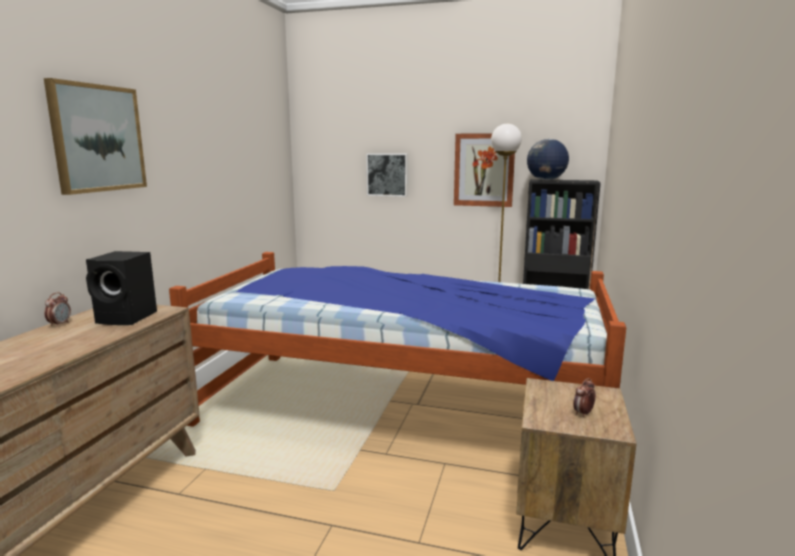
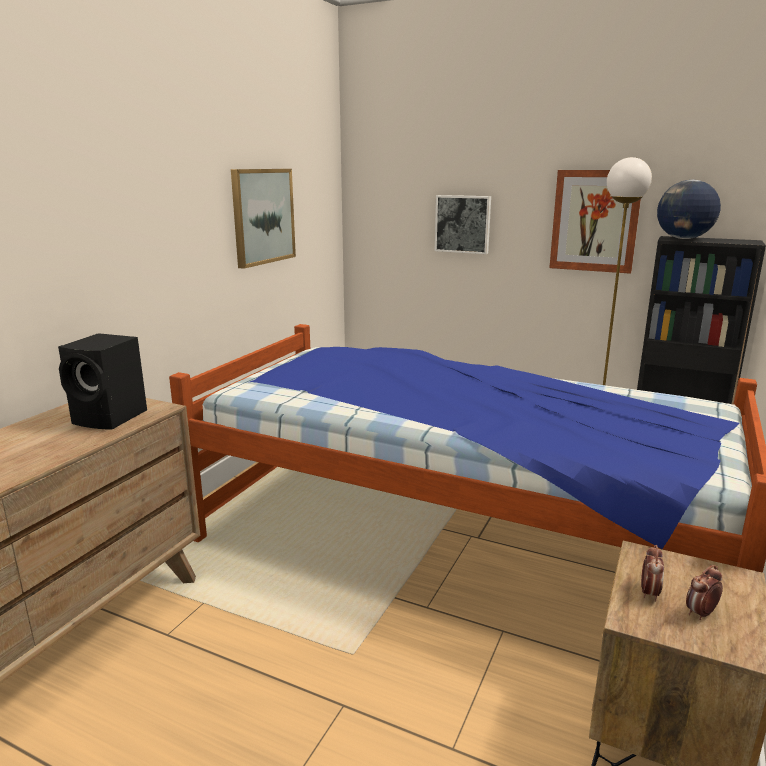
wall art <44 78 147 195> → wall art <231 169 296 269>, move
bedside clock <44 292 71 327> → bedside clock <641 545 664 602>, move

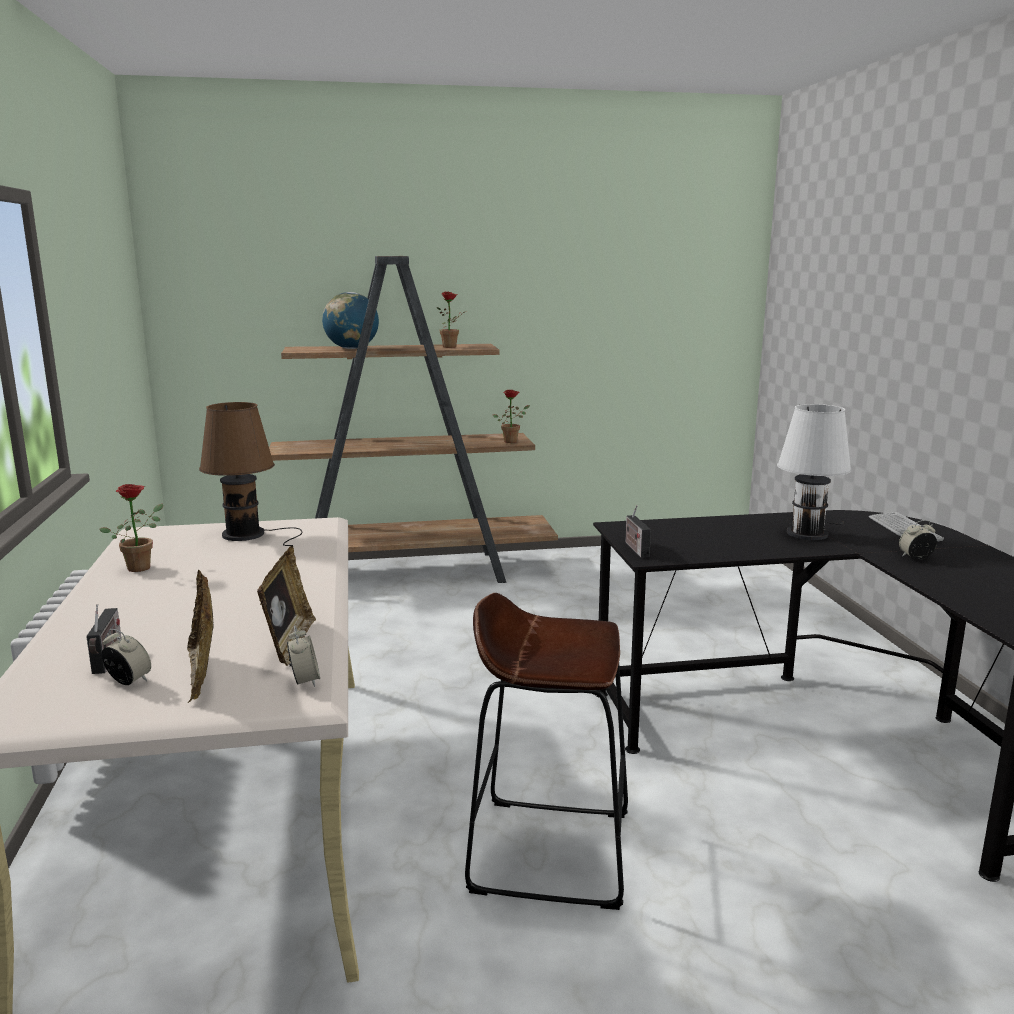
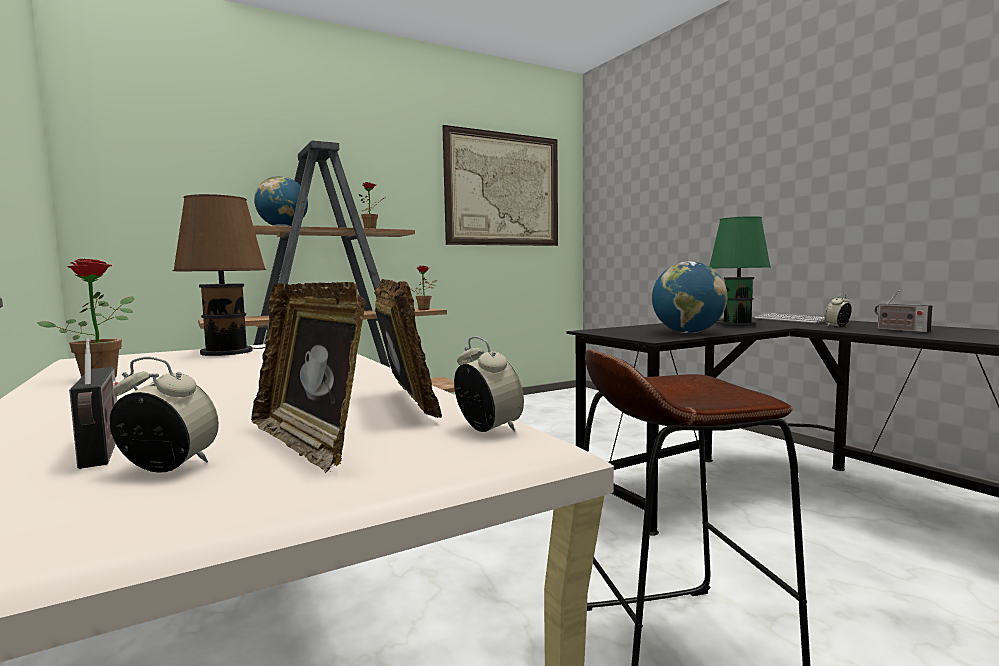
- → wall art <442 125 558 246>
- → desk globe <652 261 727 333>
radio receiver <625 505 651 558> → radio receiver <875 290 932 333>, move
lamp for a table (whitish) <777 404 852 540> → lamp for a table (green-coloured) <709 216 770 326>

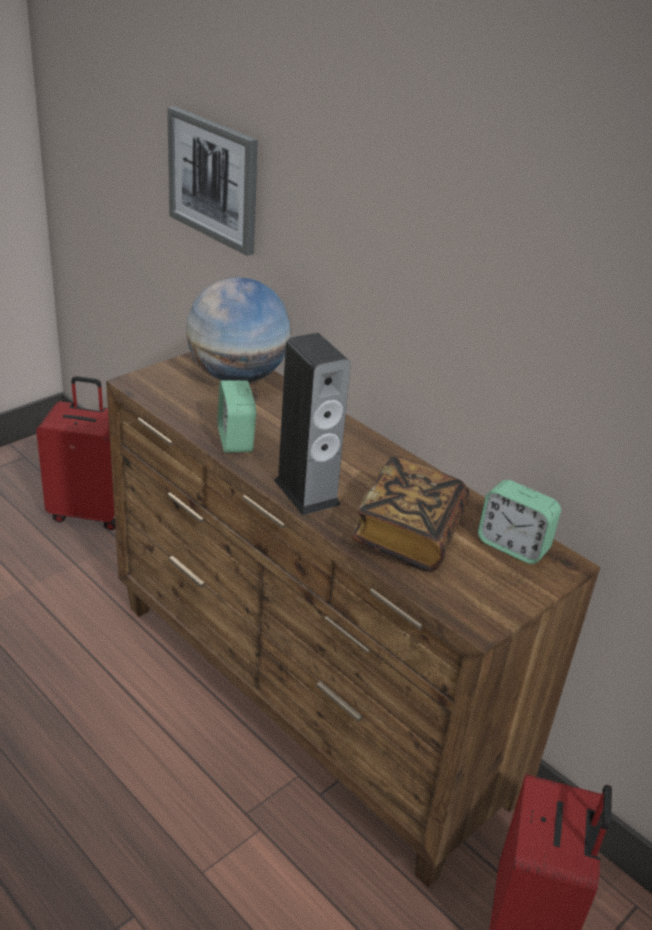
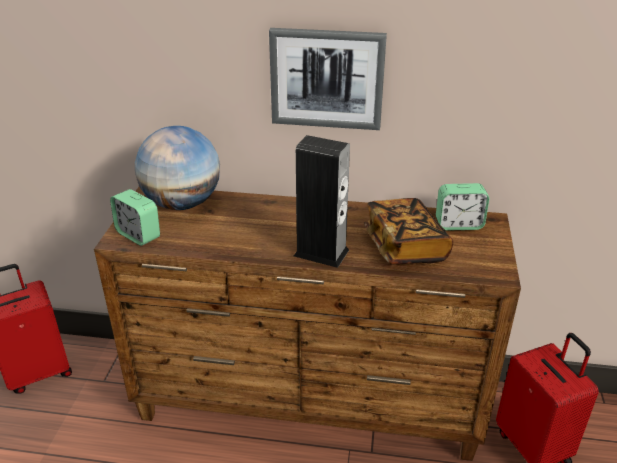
wall art <167 106 258 256> → wall art <269 28 387 130>, move
bedside clock <217 380 256 453> → bedside clock <110 189 160 246>, move

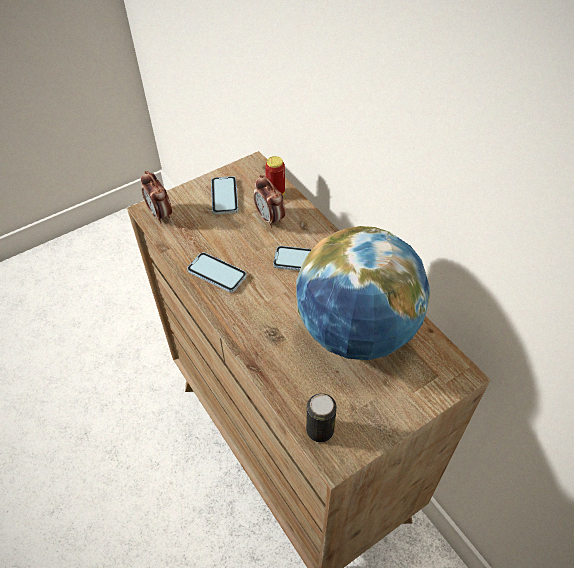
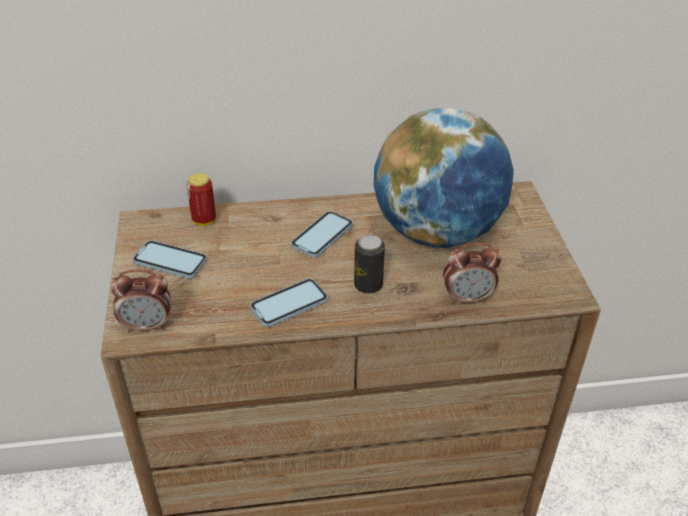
bedside clock <253 175 285 228> → bedside clock <443 243 501 304>, move
can <306 393 337 442> → can <354 234 385 294>, move

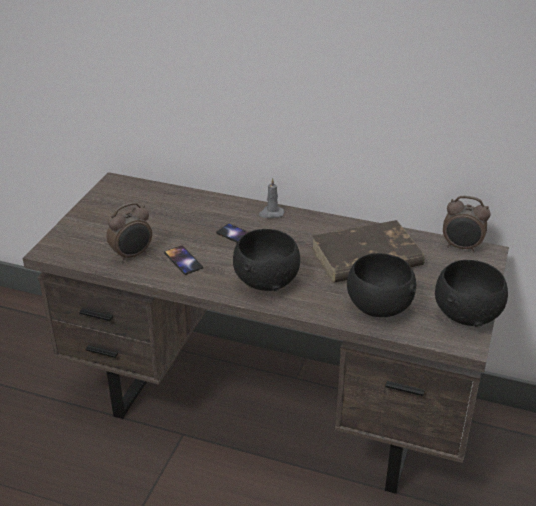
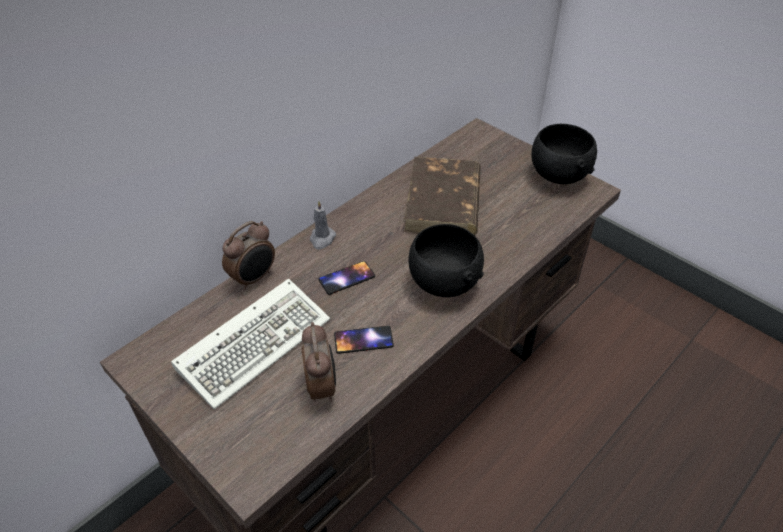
bowl (black-coloured) <347 253 416 317> → -
- → computer keyboard <171 278 330 409>
bedside clock <443 196 490 253> → bedside clock <222 221 275 290>, move

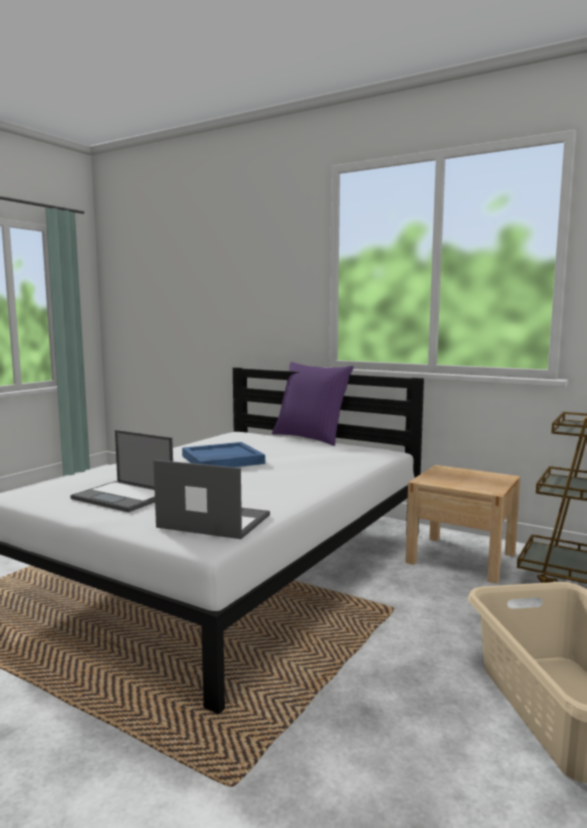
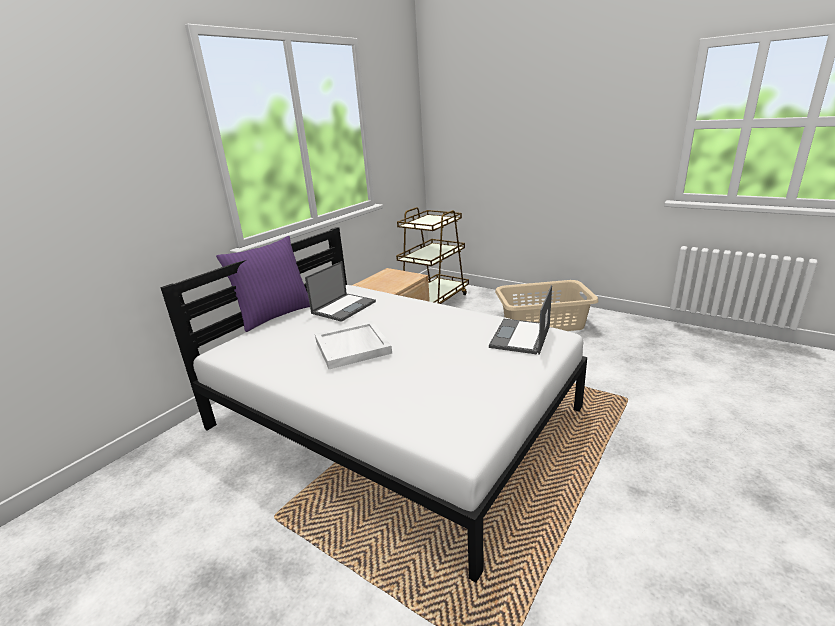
laptop <70 430 173 512> → laptop <305 261 376 322>, move
tray (bluish) <182 442 265 467> → tray (whitish) <315 321 392 369>

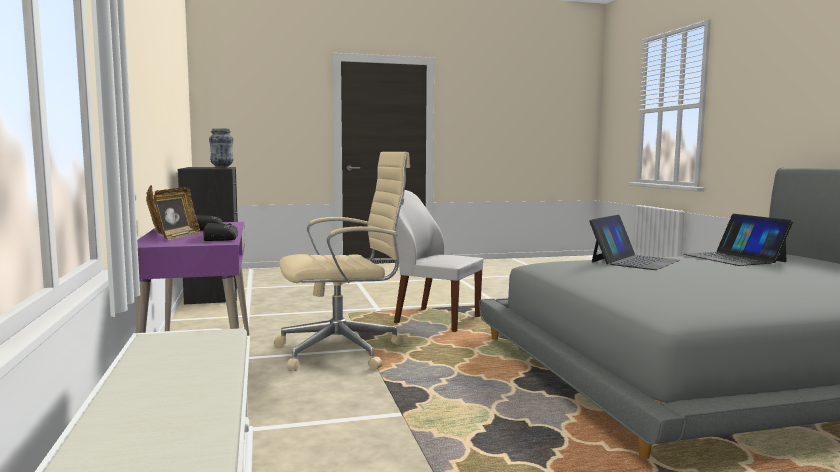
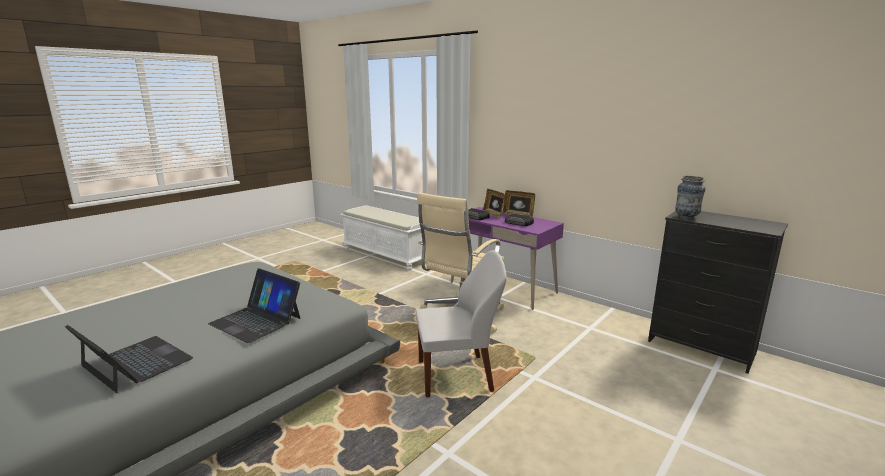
laptop <589 215 680 270> → laptop <208 268 300 343>, 60 degrees counterclockwise

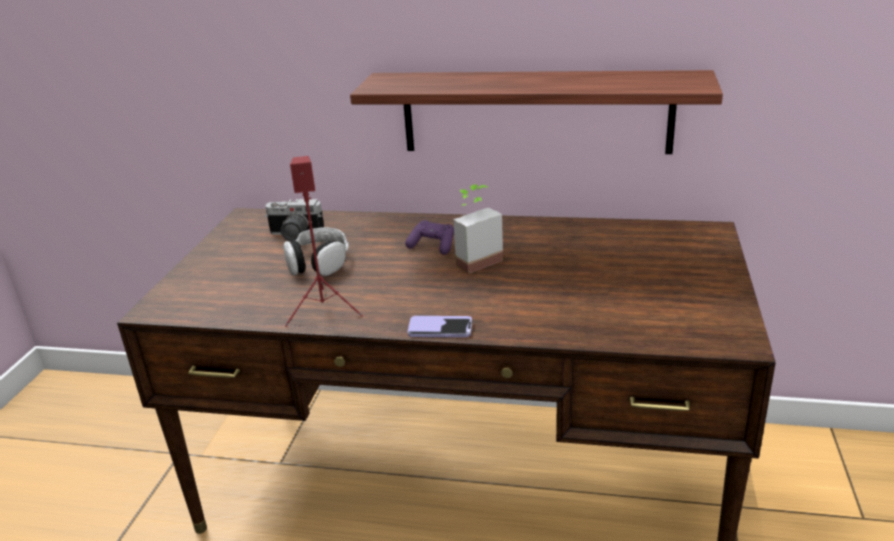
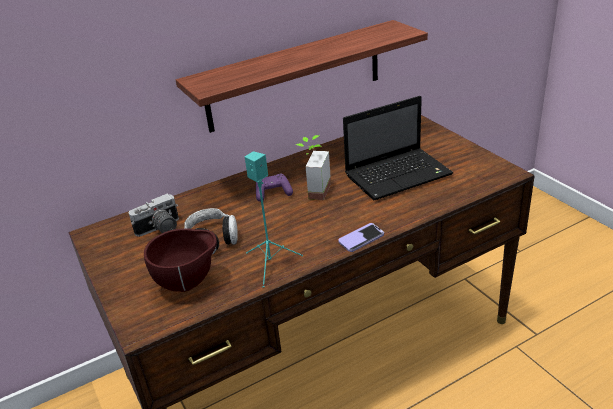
- → bowl (brown) <144 228 217 292>
- → laptop <343 96 453 200>
audio speaker (red-coloured) <285 156 363 327> → audio speaker (turquoise-coloured) <245 151 303 288>

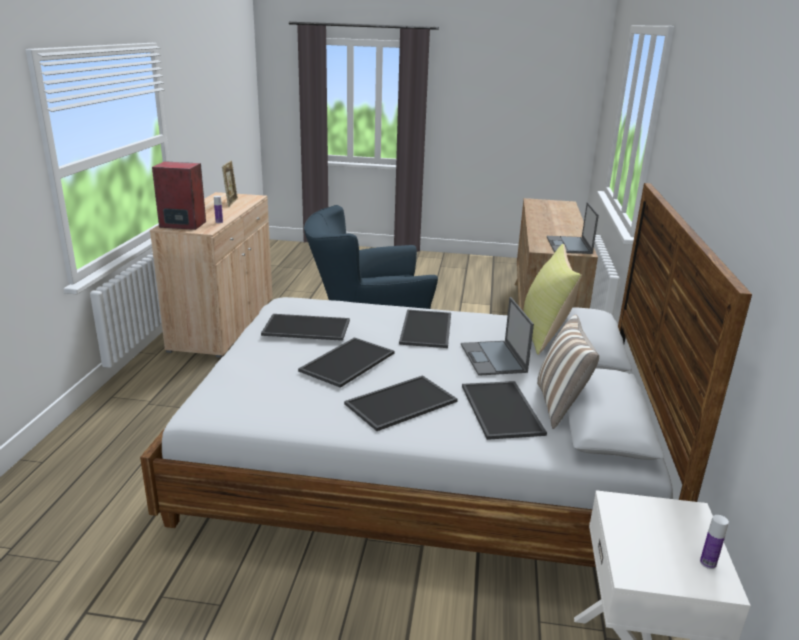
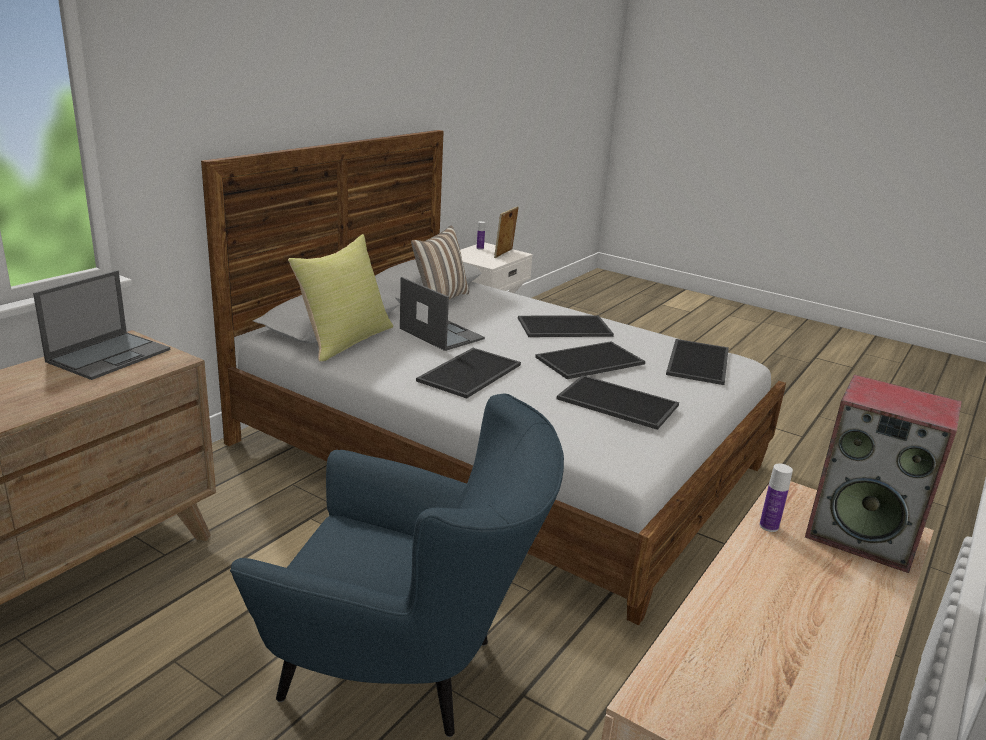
photo frame <222 161 238 207> → photo frame <494 206 519 258>, move
tray <462 381 547 440> → tray <666 339 729 385>, move
laptop <461 297 534 376> → laptop <400 277 485 351>, 60 degrees counterclockwise

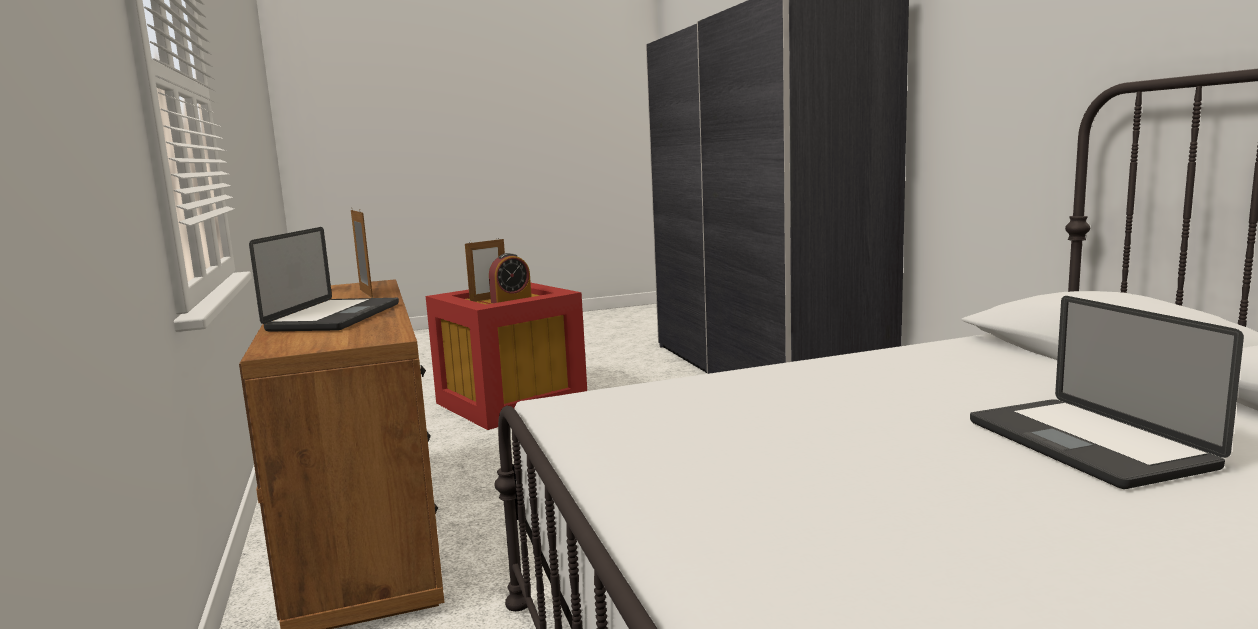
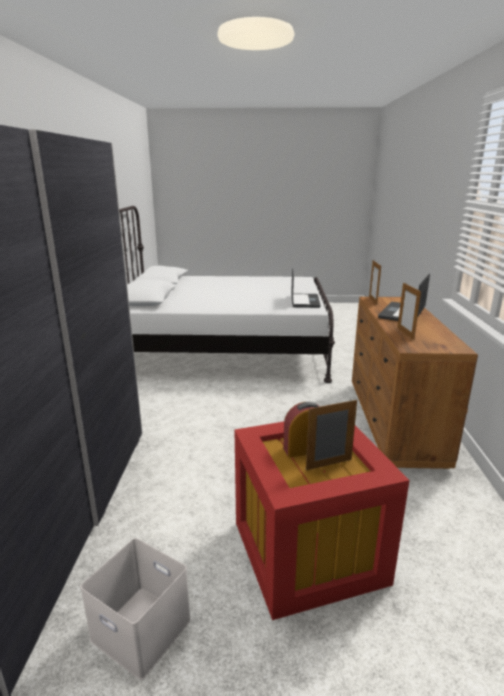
- → storage bin (whitish) <80 538 191 680>
- → photo frame <369 260 381 305>
laptop <970 296 1244 489> → laptop <291 269 321 308>, move

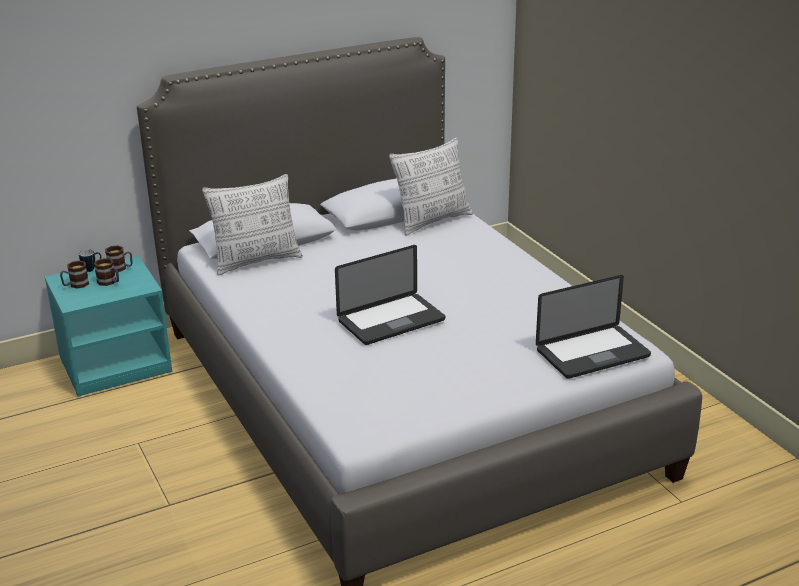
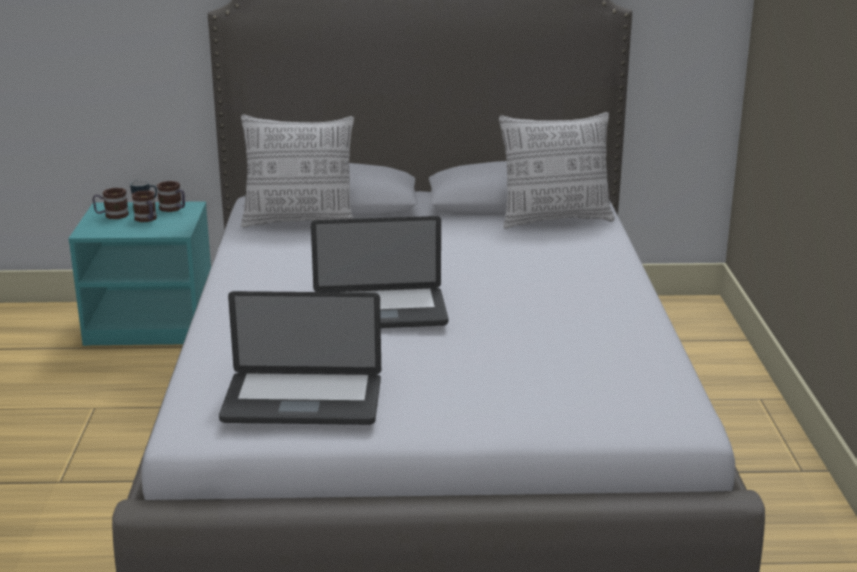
laptop <536 275 651 379> → laptop <219 291 381 425>, move

